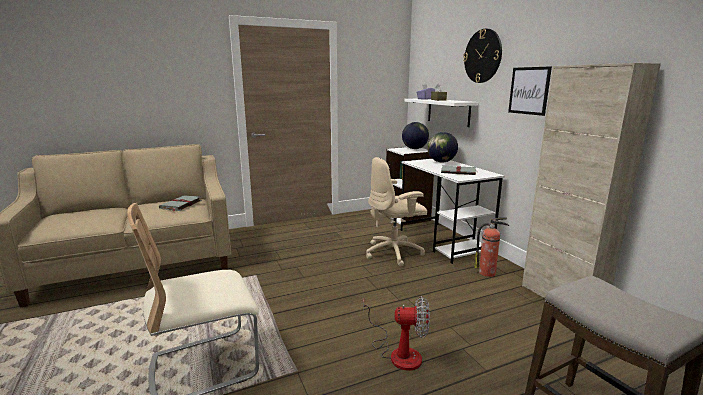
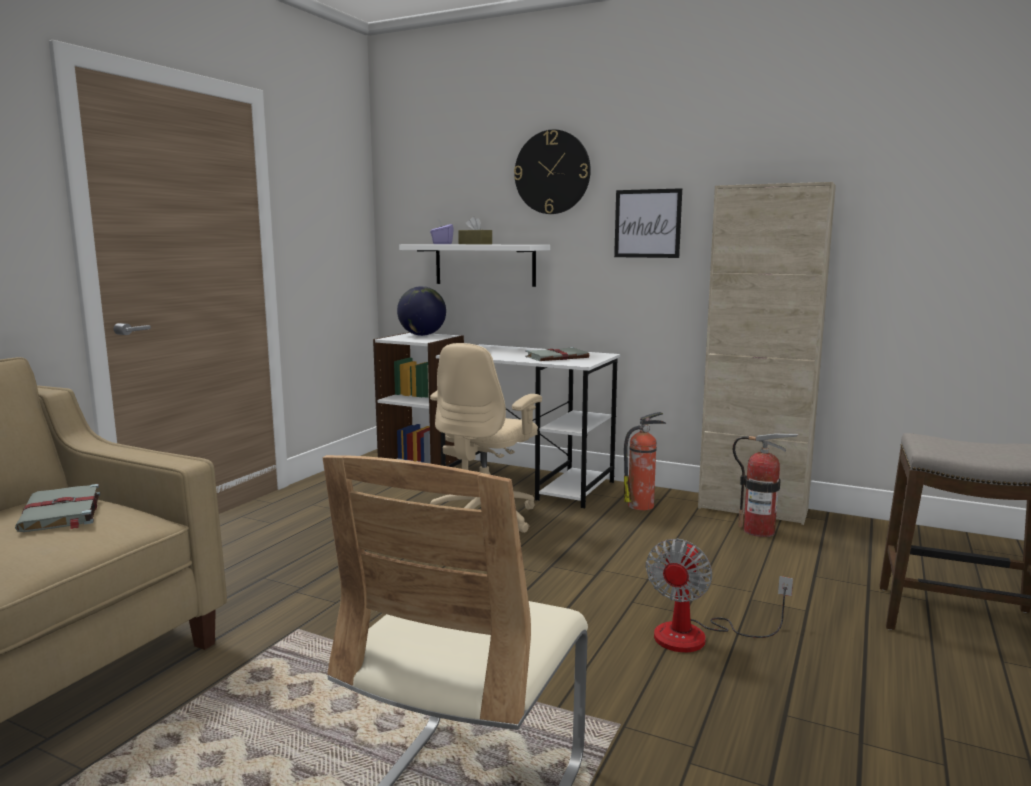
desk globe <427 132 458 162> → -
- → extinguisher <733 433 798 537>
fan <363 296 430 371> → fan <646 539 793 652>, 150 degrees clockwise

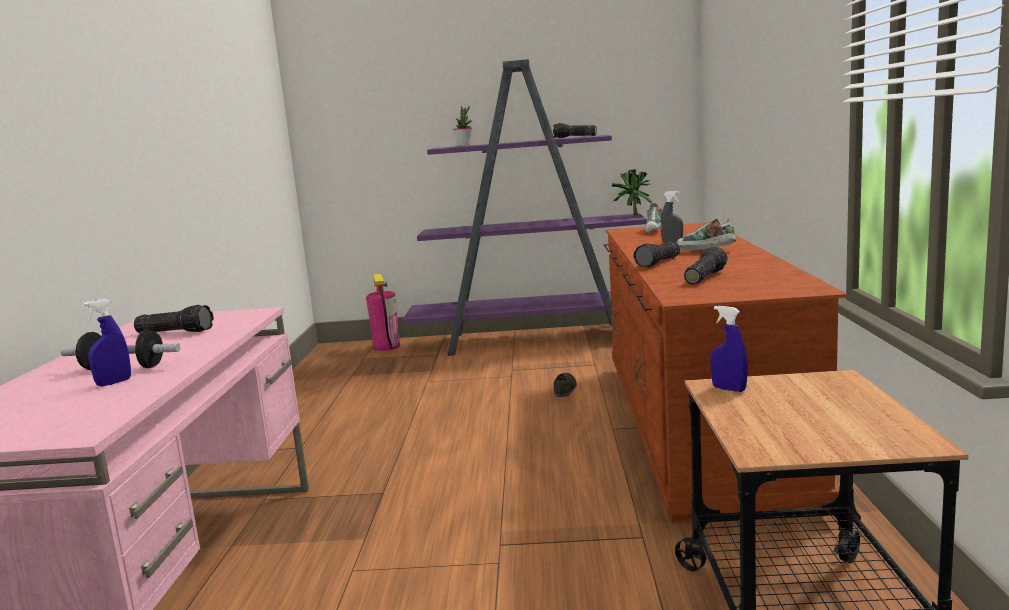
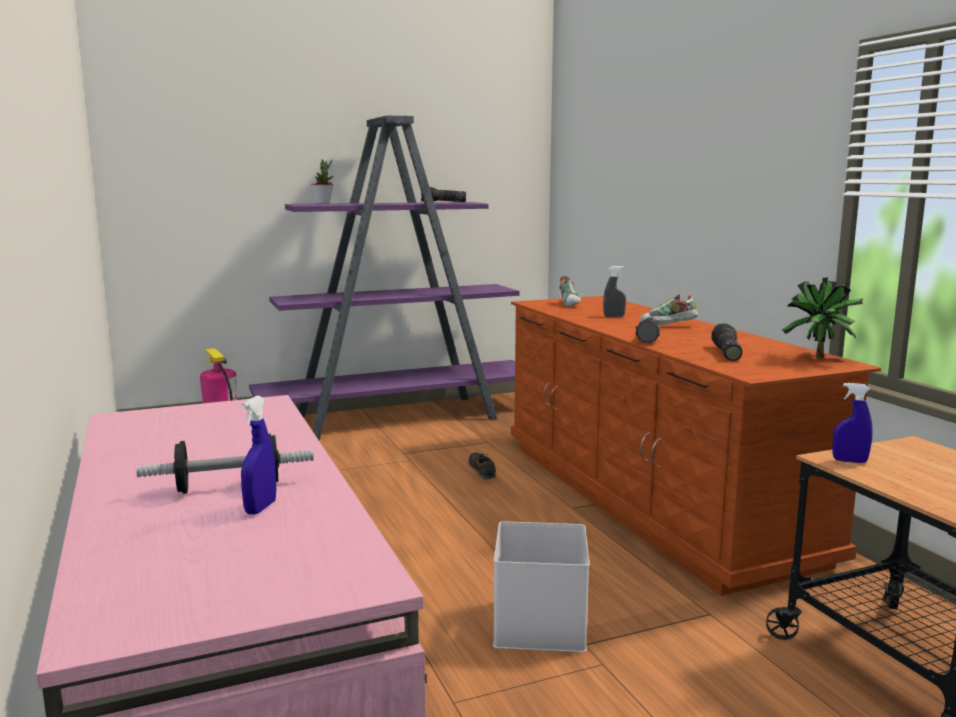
flashlight <134 305 214 333> → -
- → storage bin (whitish) <493 521 589 652>
houseplant <611 170 653 216> → houseplant <781 278 863 358>, move

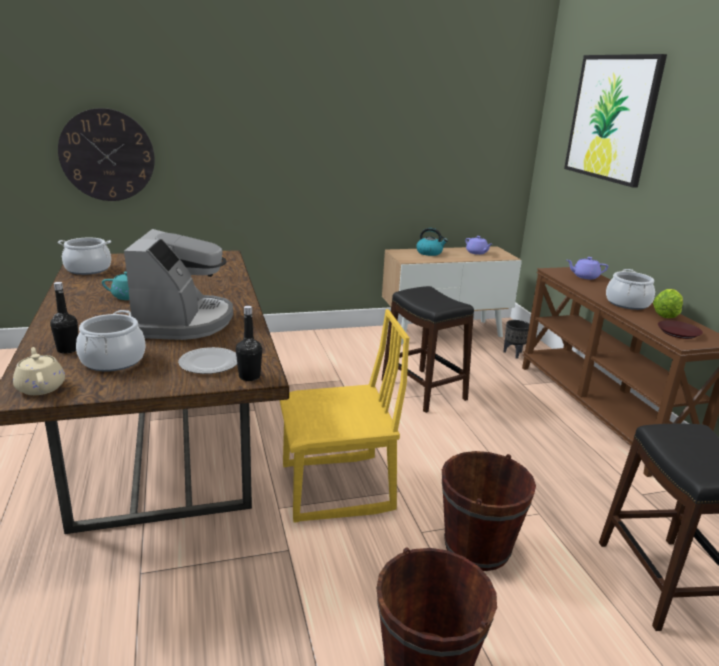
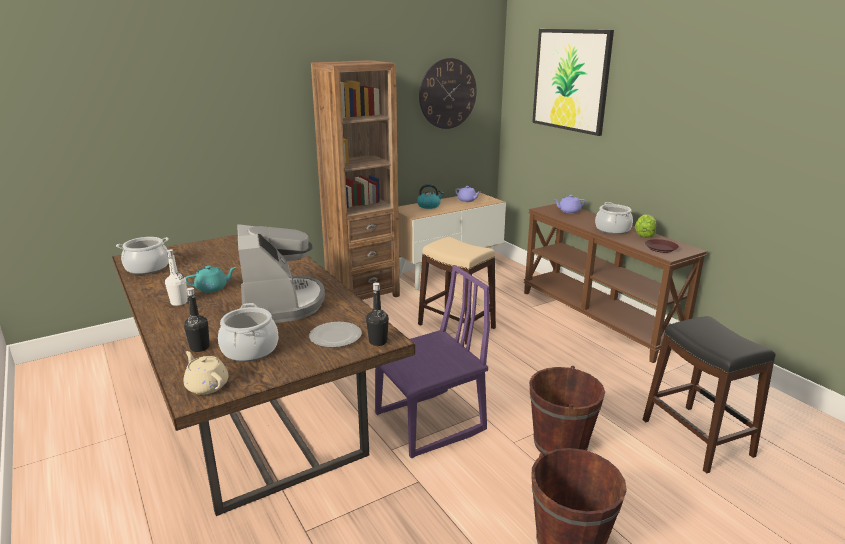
plant pot (black-coloured) <503 320 529 359> → -
- → drink bottle (whitish) <165 249 188 306>
- → shelving unit (brown) <311 60 400 300>
wall clock <58 108 155 201> → wall clock <419 58 477 129>, move
chair (yellow-coloured) <280 309 410 523> → chair (purplish) <375 265 490 458>
stool seat (black-coloured) <381 286 474 413> → stool seat (sand-coloured) <418 237 496 345>

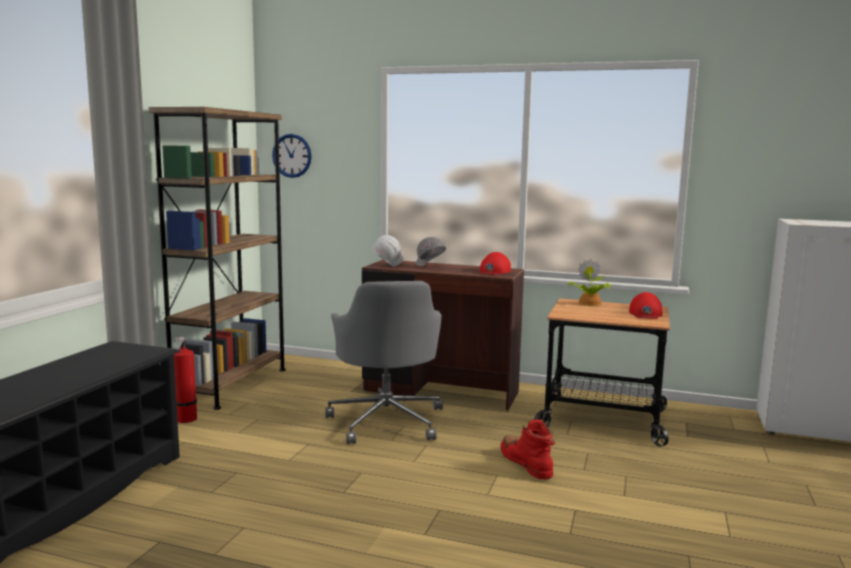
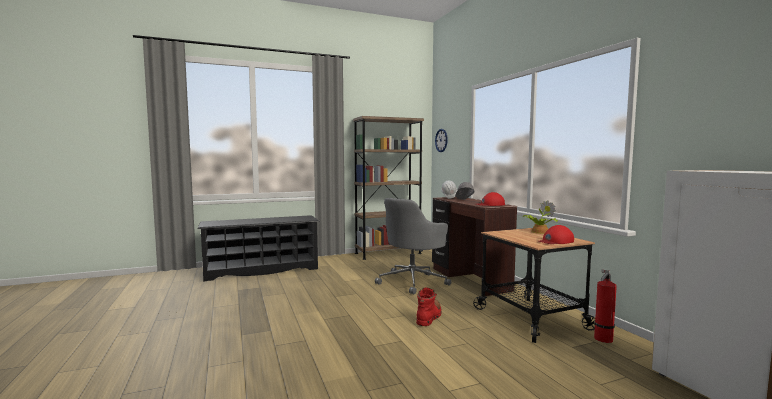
extinguisher <174 337 197 423> → extinguisher <594 270 617 343>, move

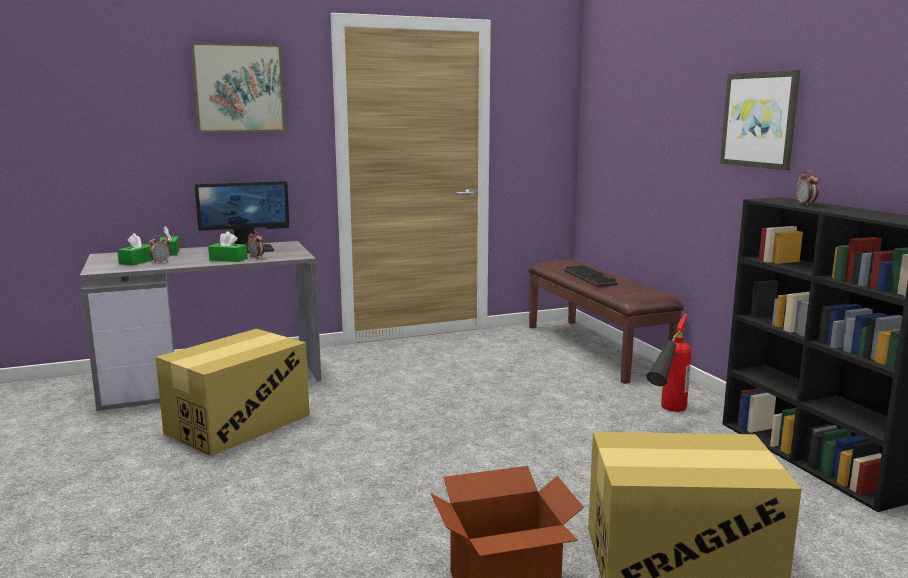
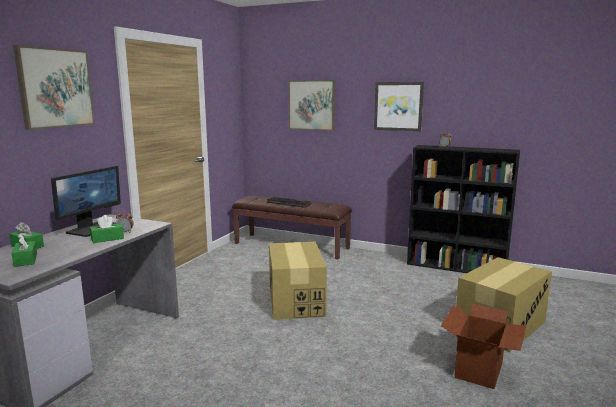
bedside clock <149 235 170 263> → -
extinguisher <647 314 691 412> → -
- → wall art <288 80 335 131>
packing box <156 329 310 456> → packing box <269 242 327 320>, move

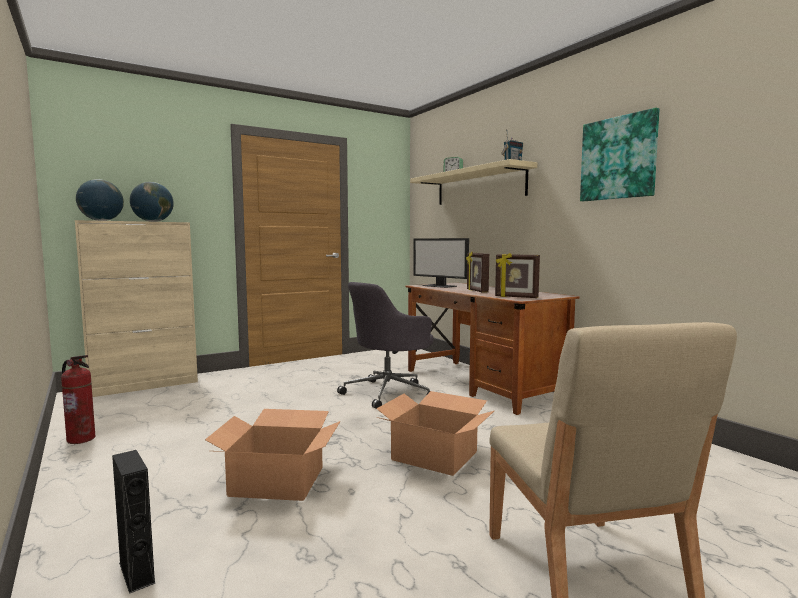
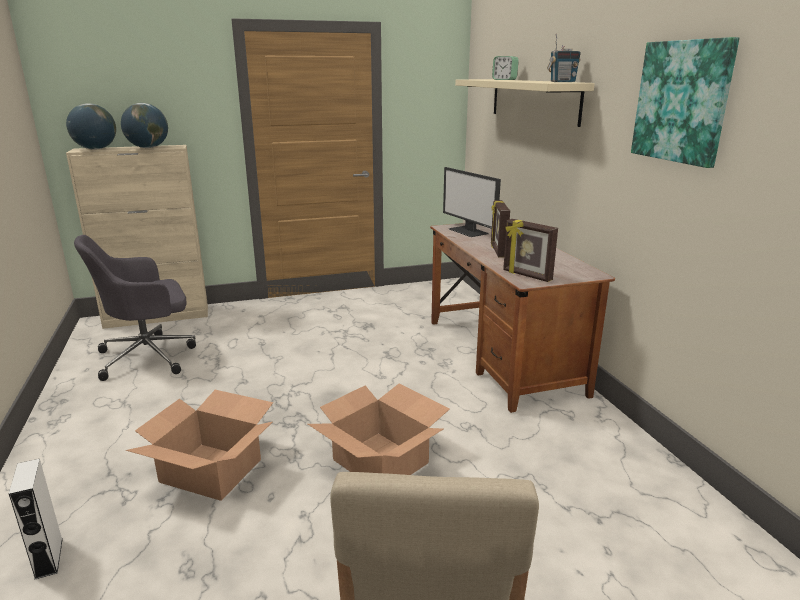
extinguisher <61 355 95 444> → -
office chair (greyish) <337 282 433 408> → office chair (greyish) <74 235 196 381>, move
audio speaker (black-coloured) <112 450 155 594> → audio speaker (whitish) <9 459 63 580>

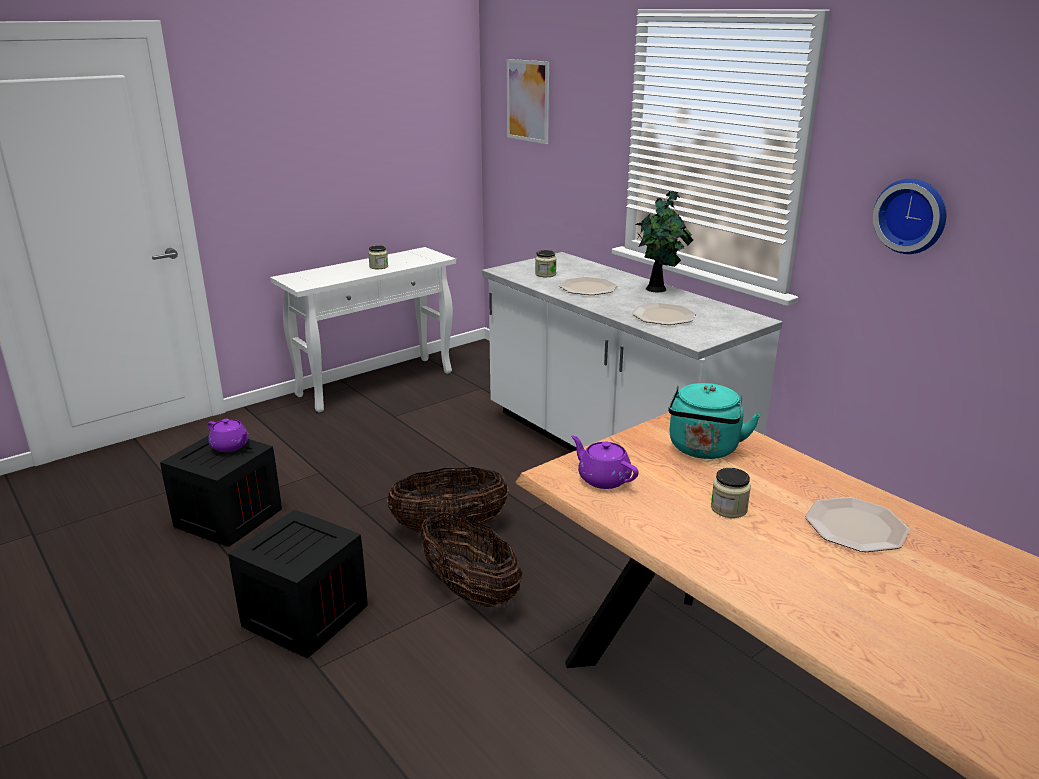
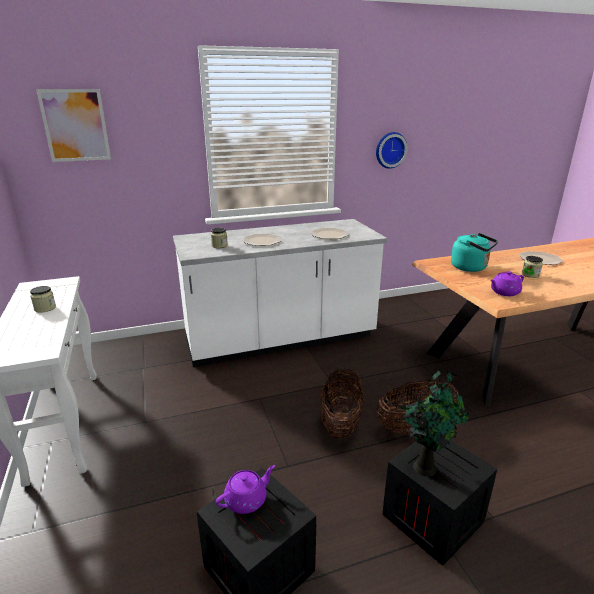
houseplant <635 191 693 292> → houseplant <400 371 470 477>, move

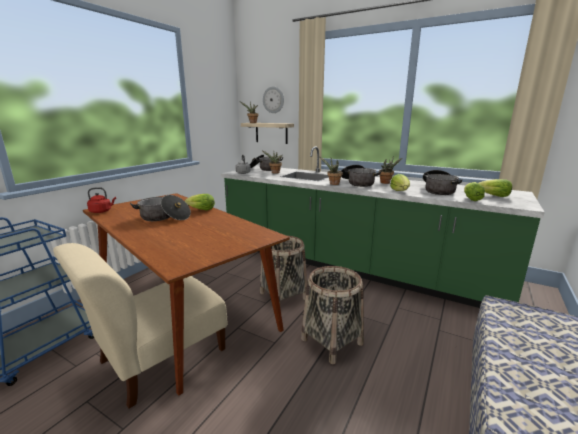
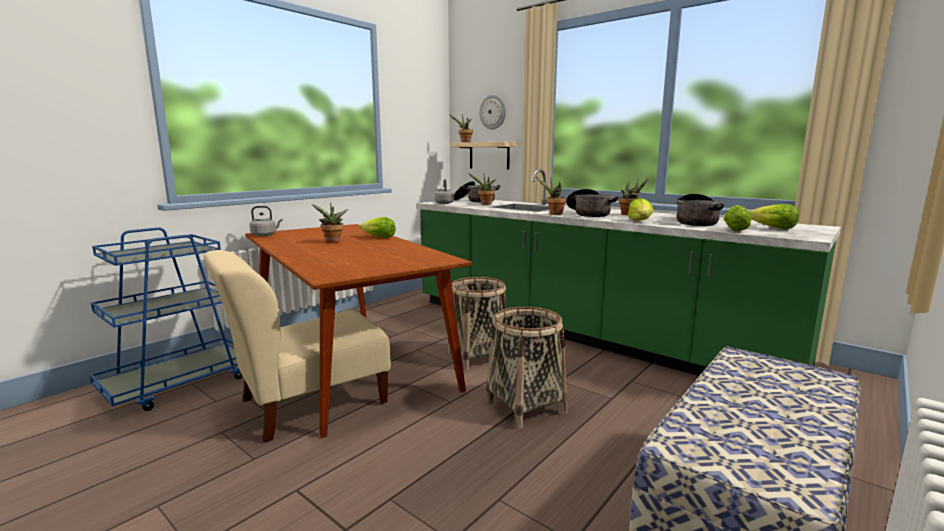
stockpot <130 195 191 221> → houseplant <311 202 348 243>
kettle (red-coloured) <87 187 116 213> → kettle (greyish) <250 206 282 236>

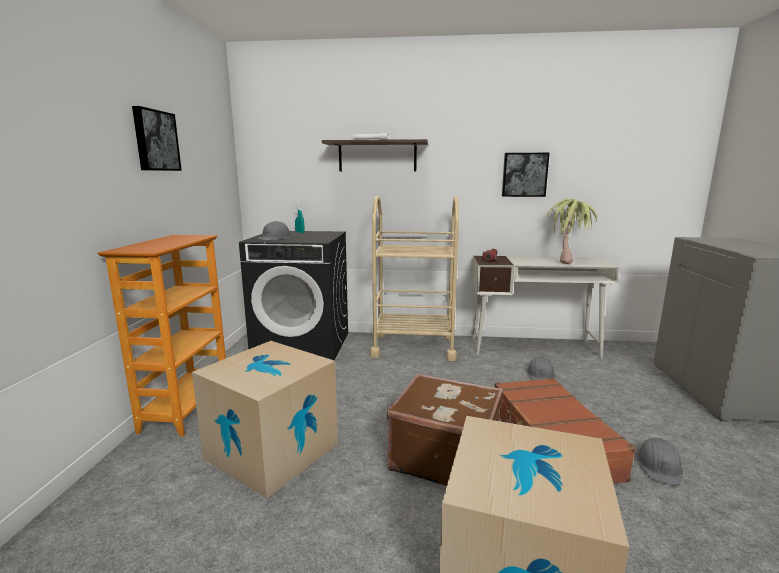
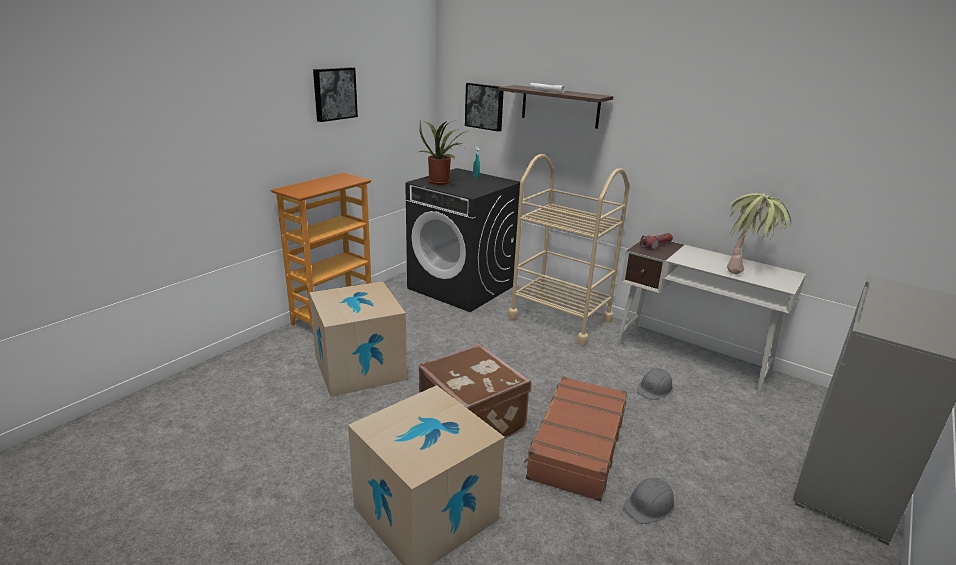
wall art <502 153 550 197> → wall art <465 83 504 132>, move
safety helmet (greyish) <257 221 291 240> → houseplant <419 120 467 185>

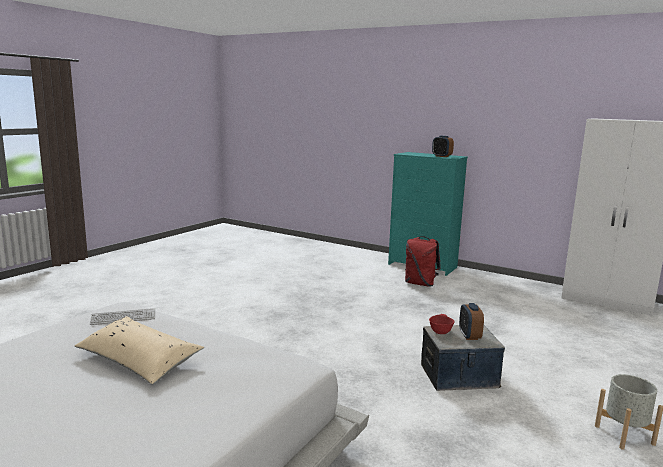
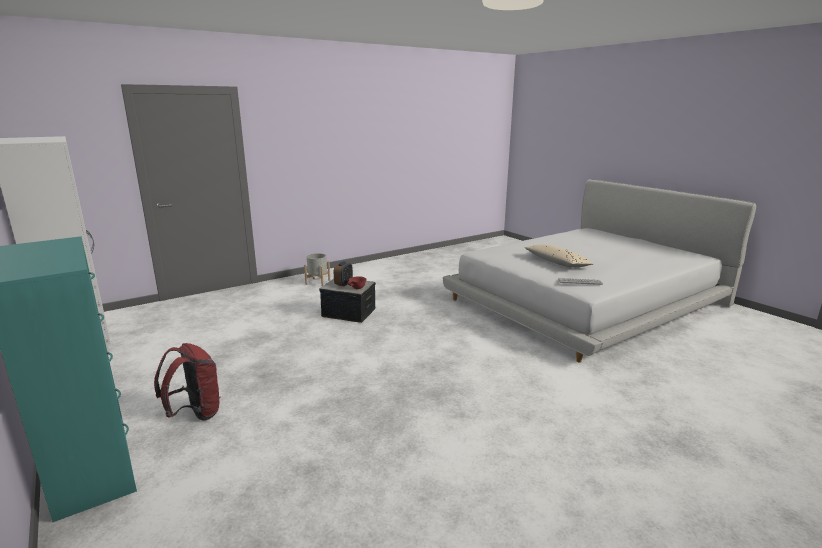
bedside clock <432 136 454 157> → -

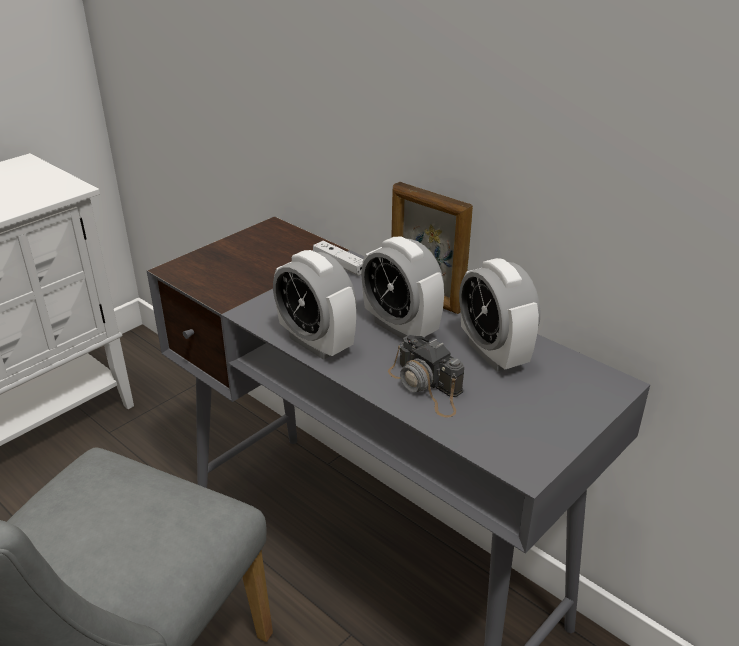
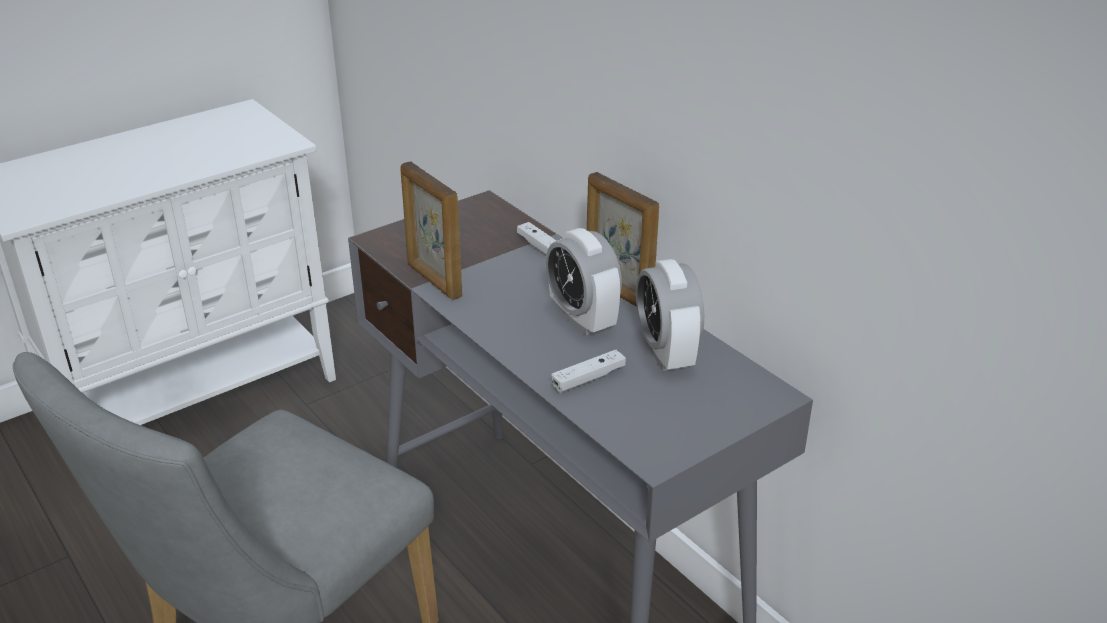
bedside clock <273 250 356 360> → -
- → photo frame <400 161 462 300>
still camera <388 334 464 417> → joypad (whitish) <551 349 626 393>

